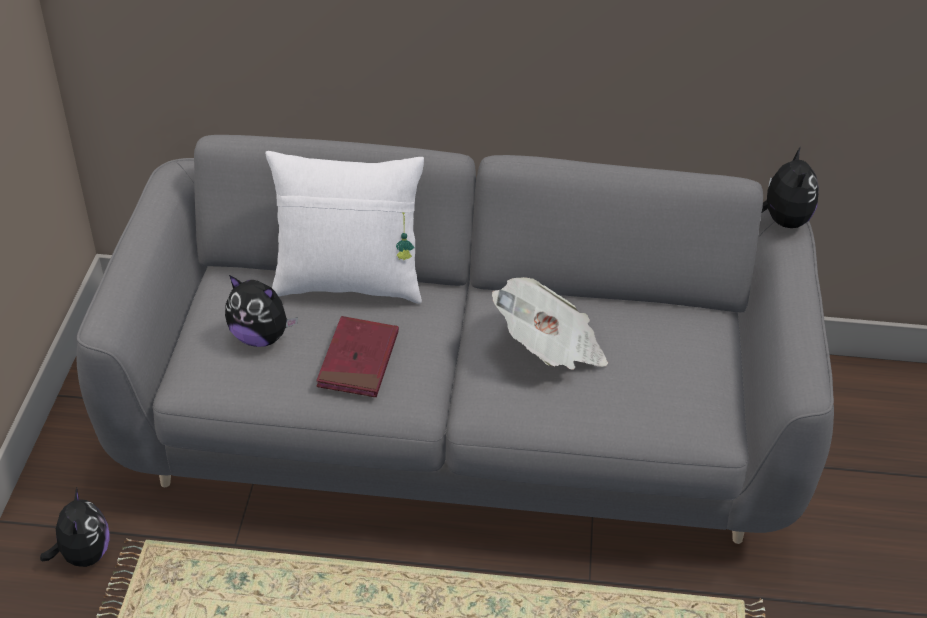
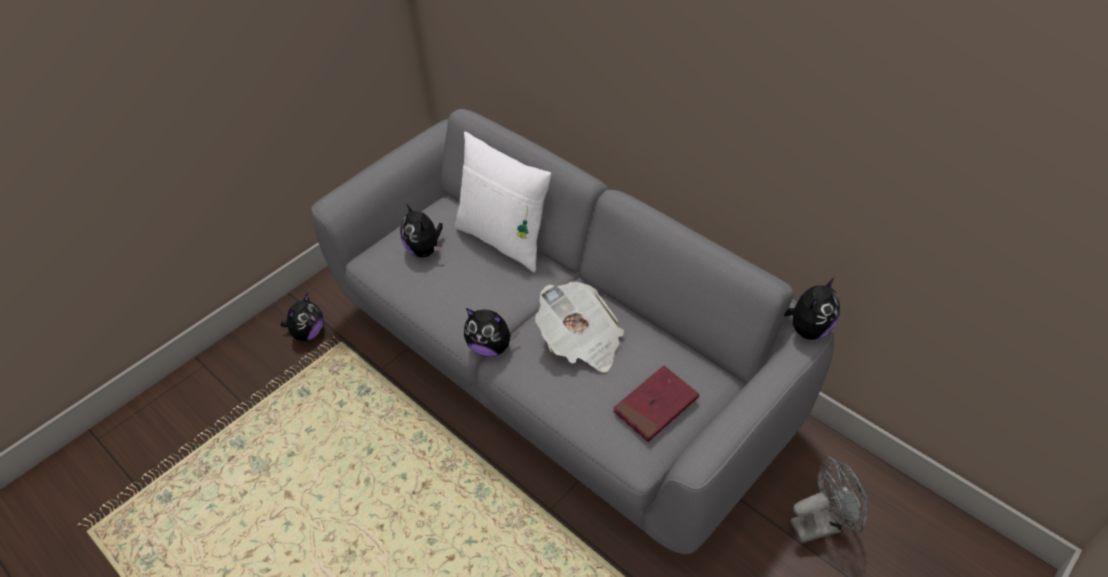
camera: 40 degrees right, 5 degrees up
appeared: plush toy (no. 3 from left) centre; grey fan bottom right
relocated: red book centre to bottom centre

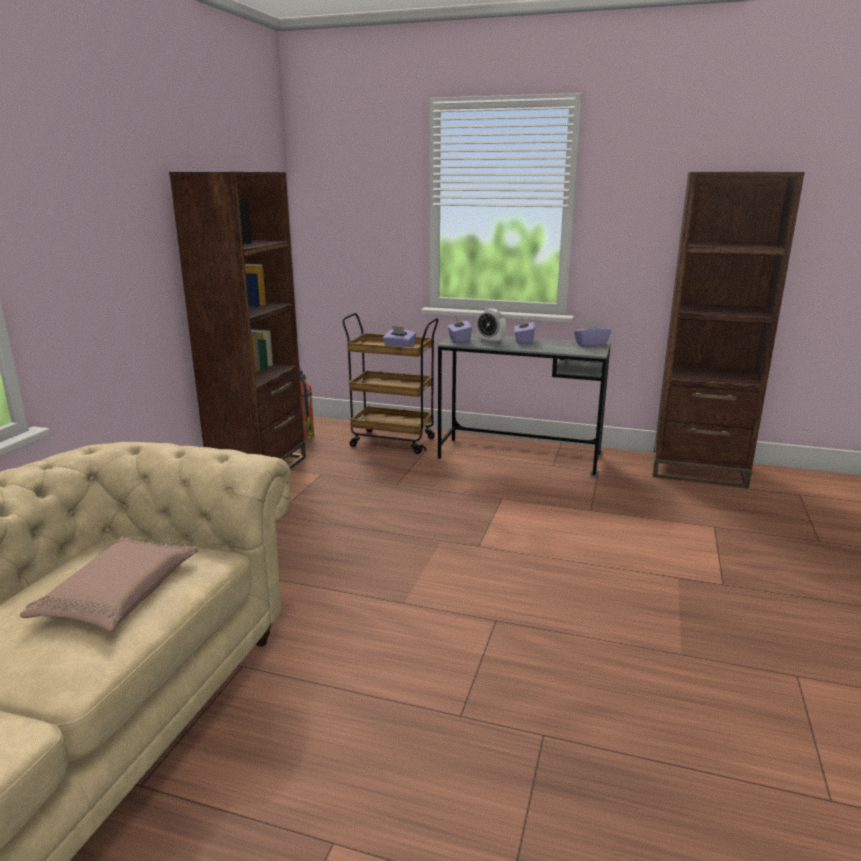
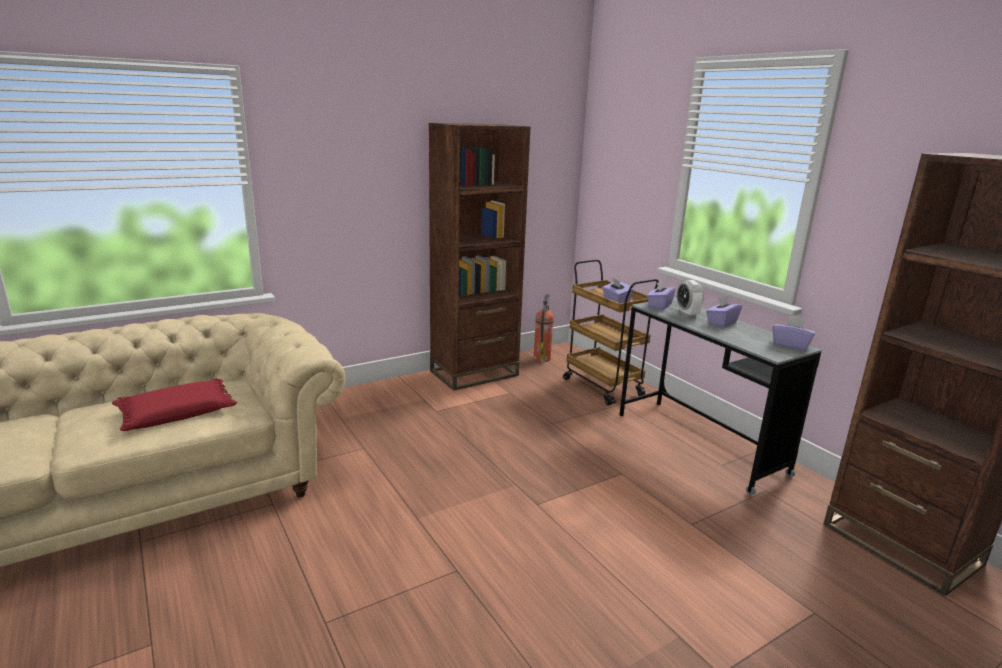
camera: 40 degrees right, 0 degrees up
colour: beige pillow bottom left to red pillow middle left

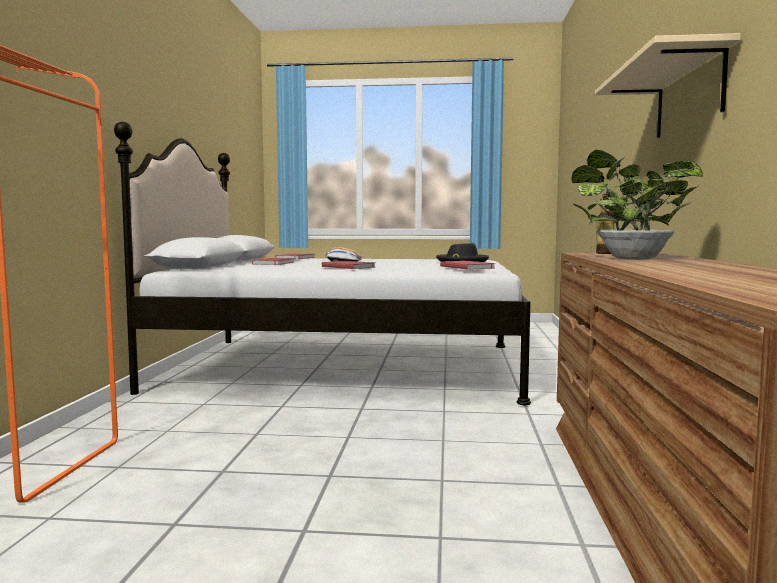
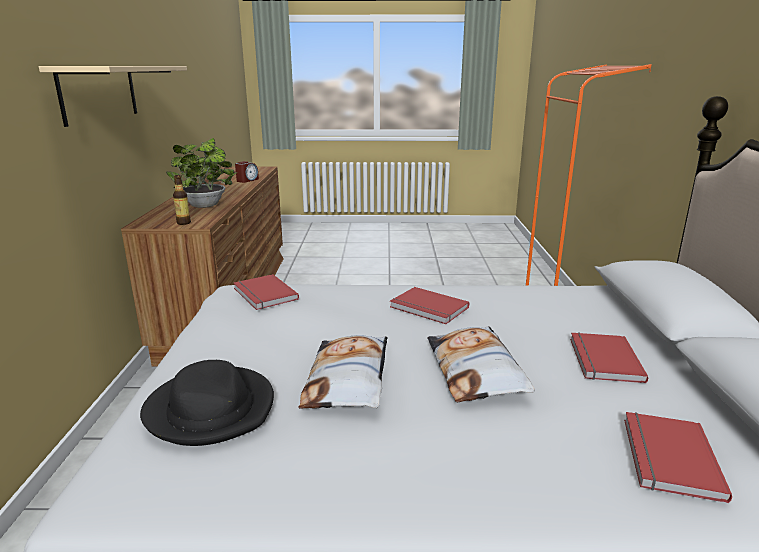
camera: 175 degrees right, 15 degrees up
appeared: alarm clock top left; pillow (no. 1 from left) bottom centre

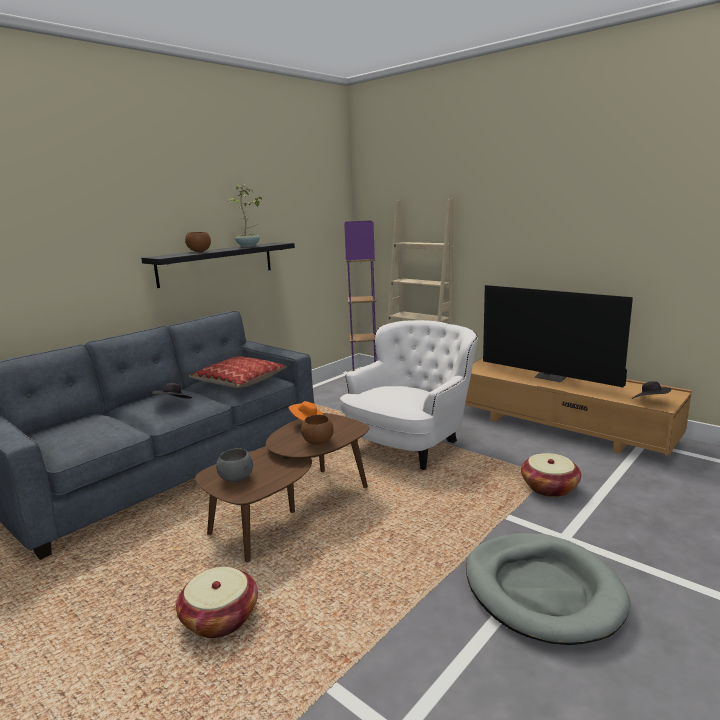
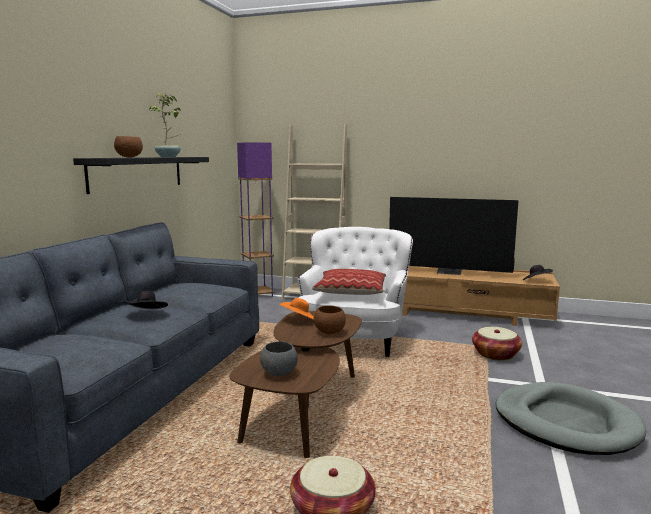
camera: 25 degrees left, 5 degrees down
relocated: pillow middle left to centre

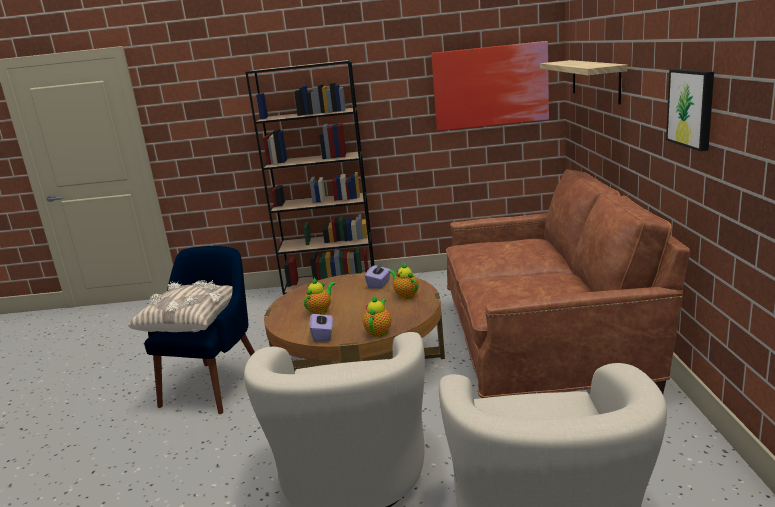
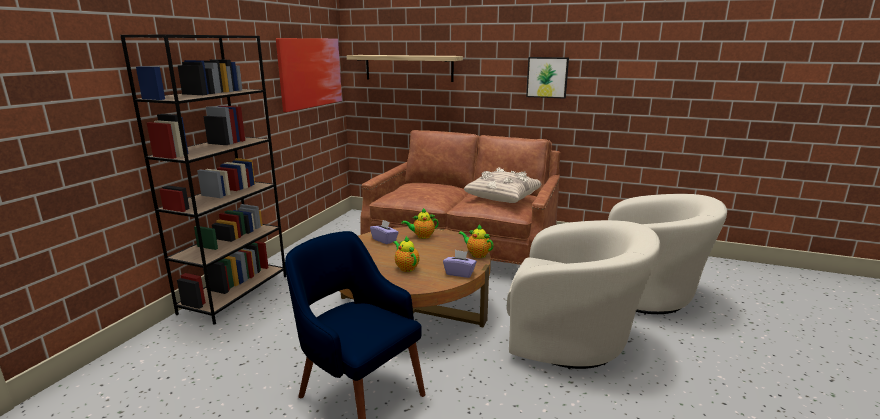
camera: 70 degrees left, 0 degrees up
relocated: beige pillow middle left to centre

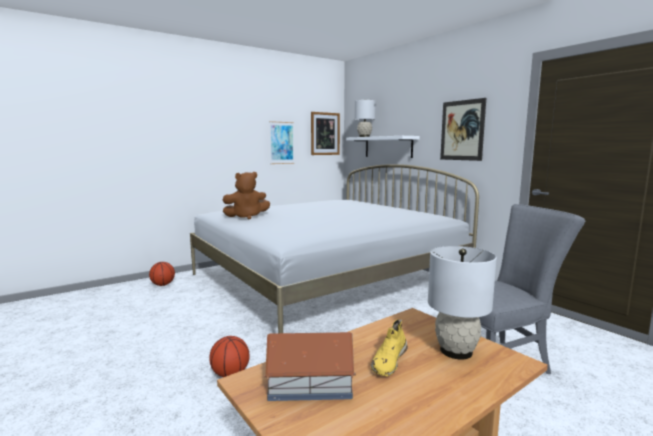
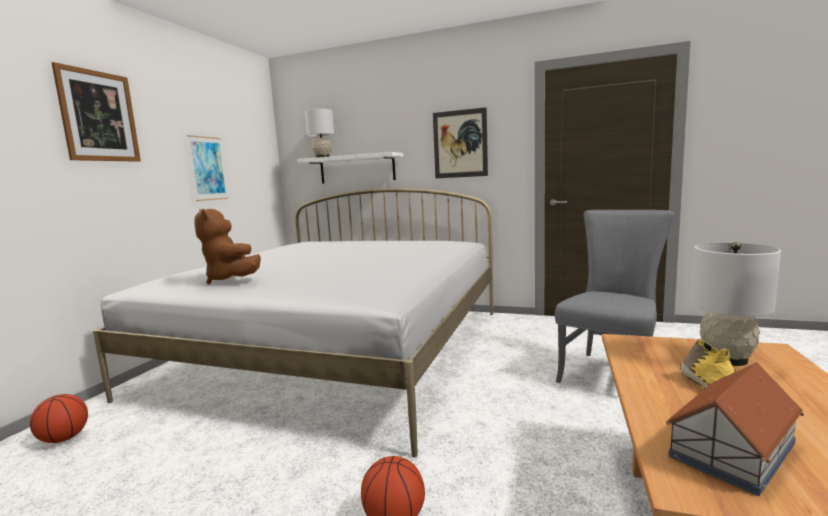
camera: 35 degrees left, 0 degrees up
relocated: picture (no. 2 from left in the first image) top centre to picture (no. 1 from left) top left
spun: brown plush toy centre = middle left 105 degrees clockwise

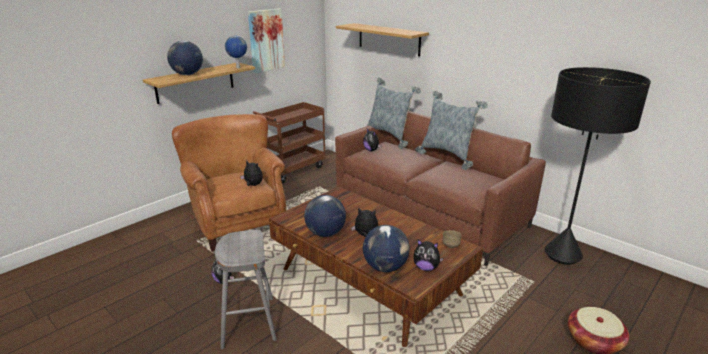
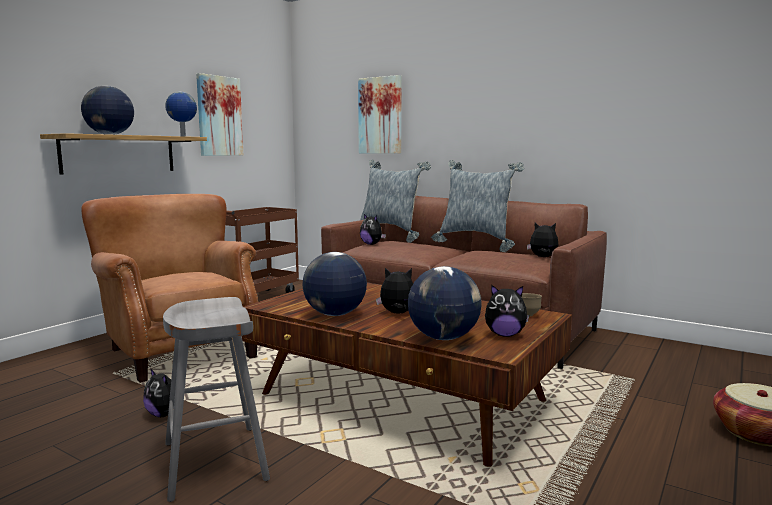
camera: 10 degrees left, 15 degrees down
missing: black floor lamp middle right
relocated: plush toy (no. 2 from left in the first image) centre to plush toy (no. 5 from left) middle right
exchanged: shelf (no. 2 from left) top centre to picture (no. 2 from left) top centre

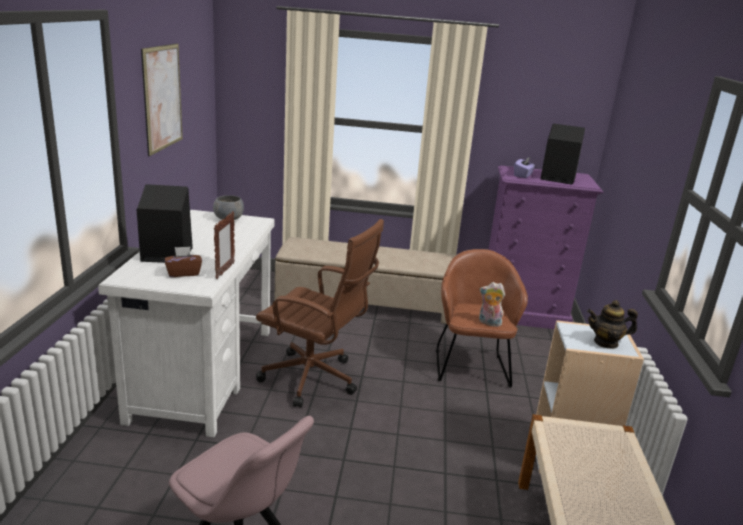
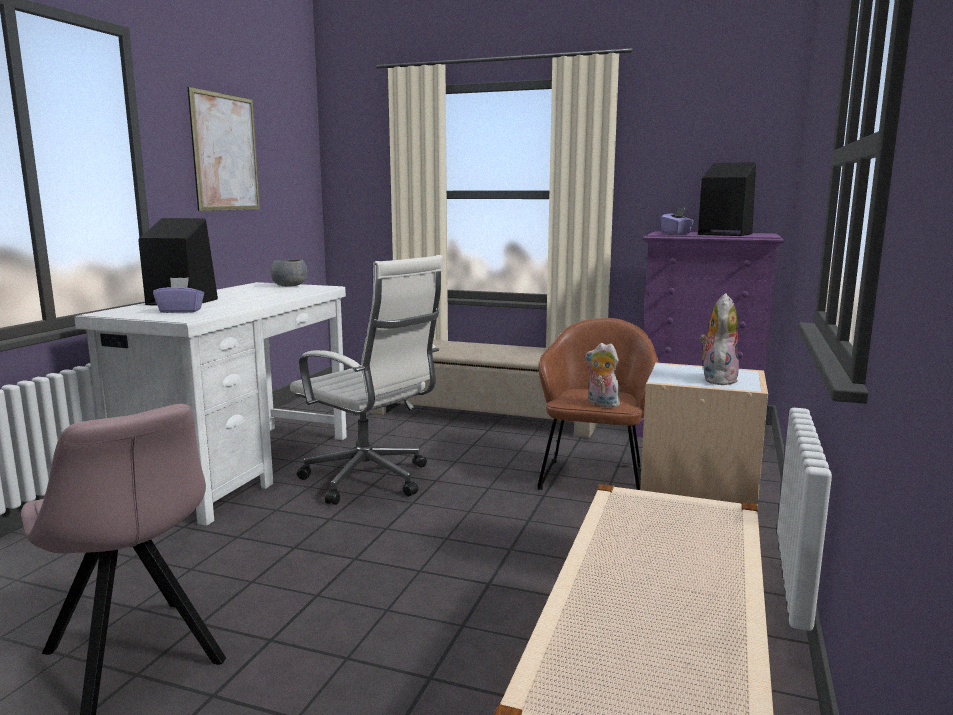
camera: 15 degrees right, 10 degrees down
missing: picture frame middle left
exchanged: teapot middle right to plush toy (no. 2 from left) middle right
colour: brown tissue box middle left to purple tissue box (no. 1 from left) middle left; brown office chair centre to white office chair centre

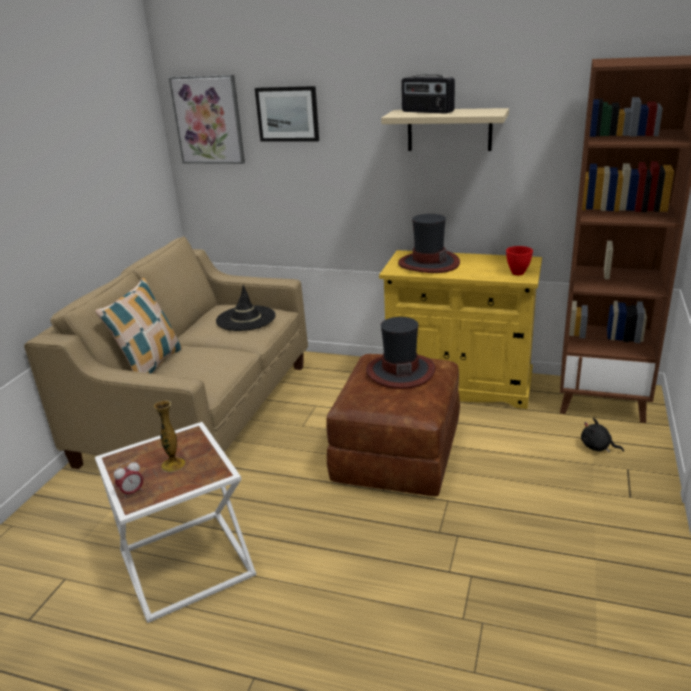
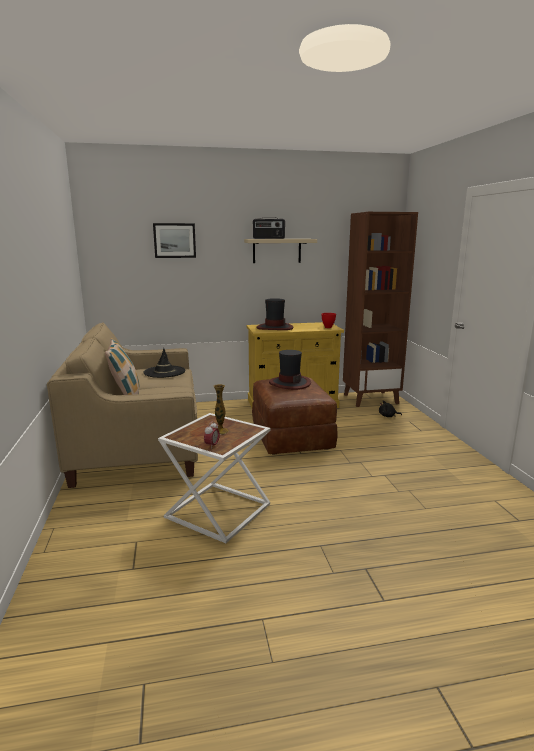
camera: 30 degrees left, 10 degrees down
missing: picture (no. 1 from left) top left

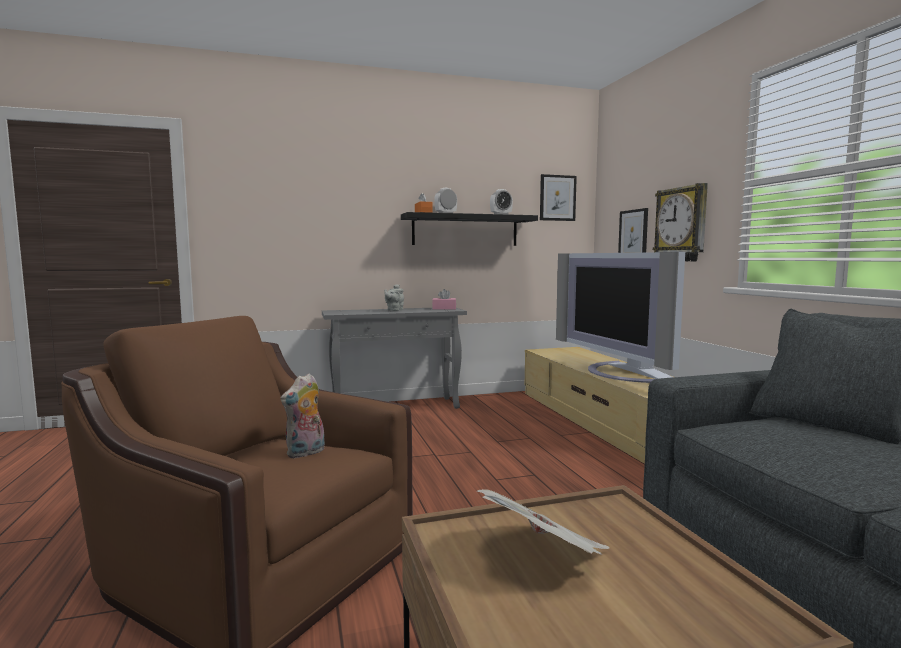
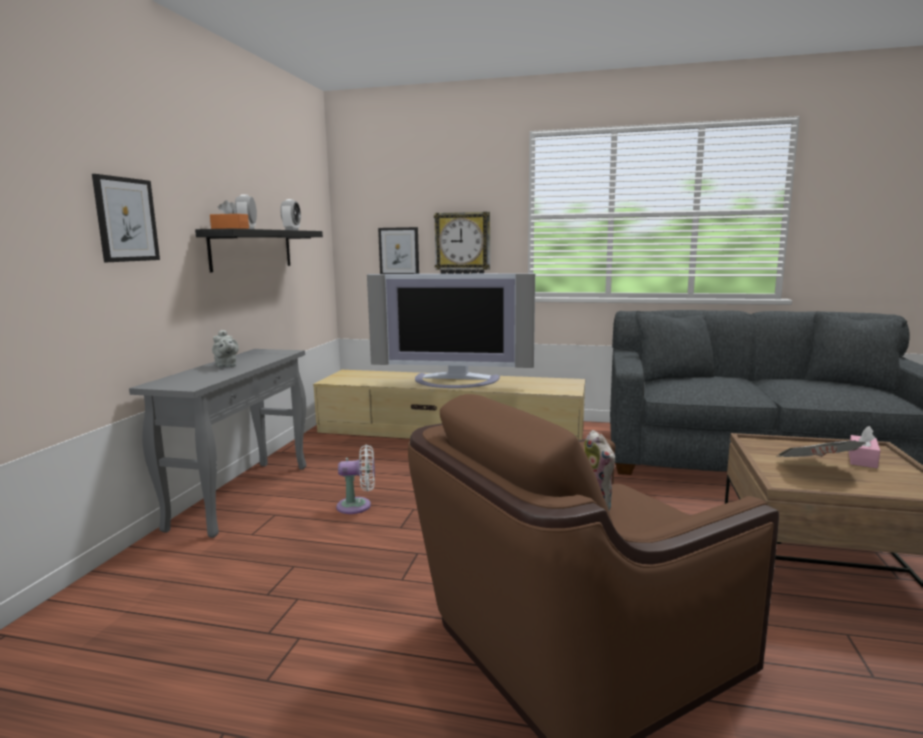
camera: 60 degrees left, 5 degrees up
appeared: white fan centre
relocated: picture (no. 1 from left) top centre to top left; pink tissue box centre to middle right

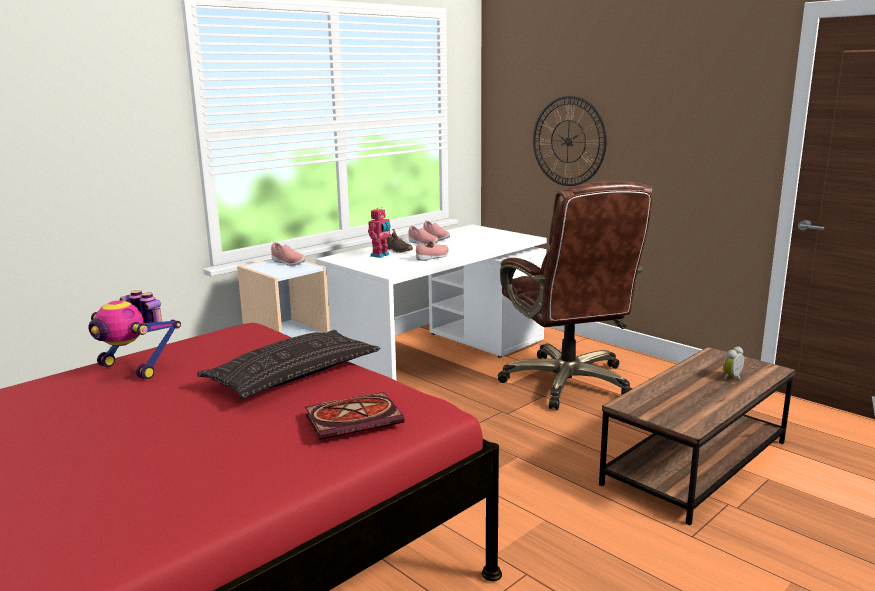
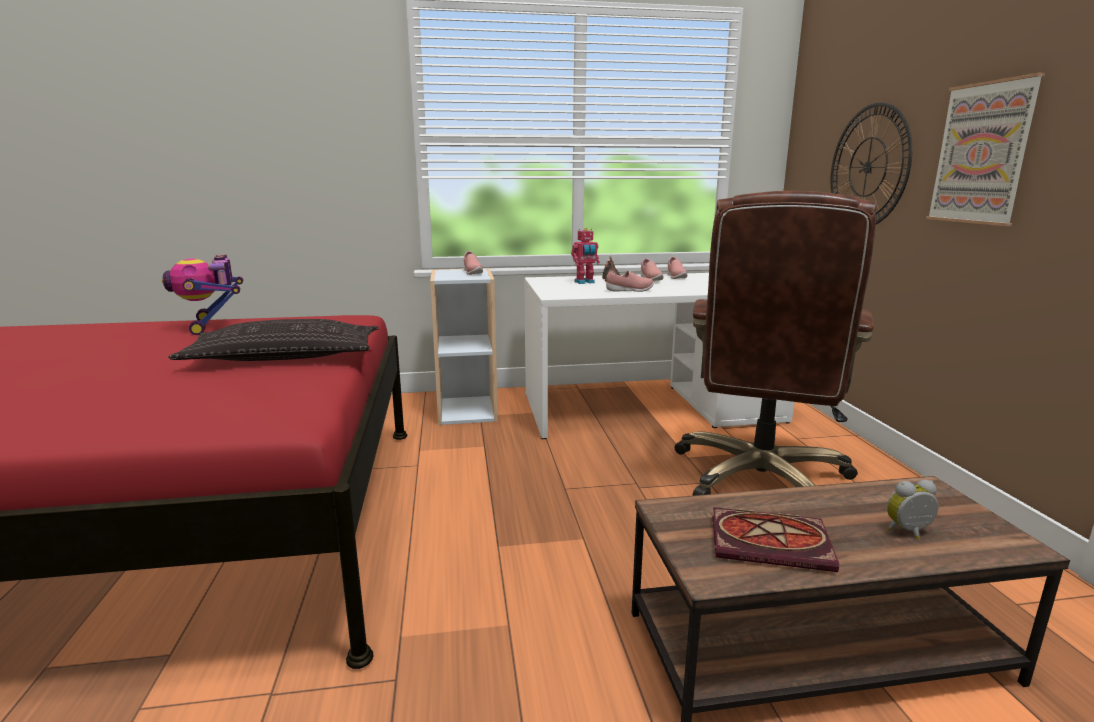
camera: 35 degrees right, 0 degrees up
appeared: picture top right
relocated: book bottom centre to bottom right

